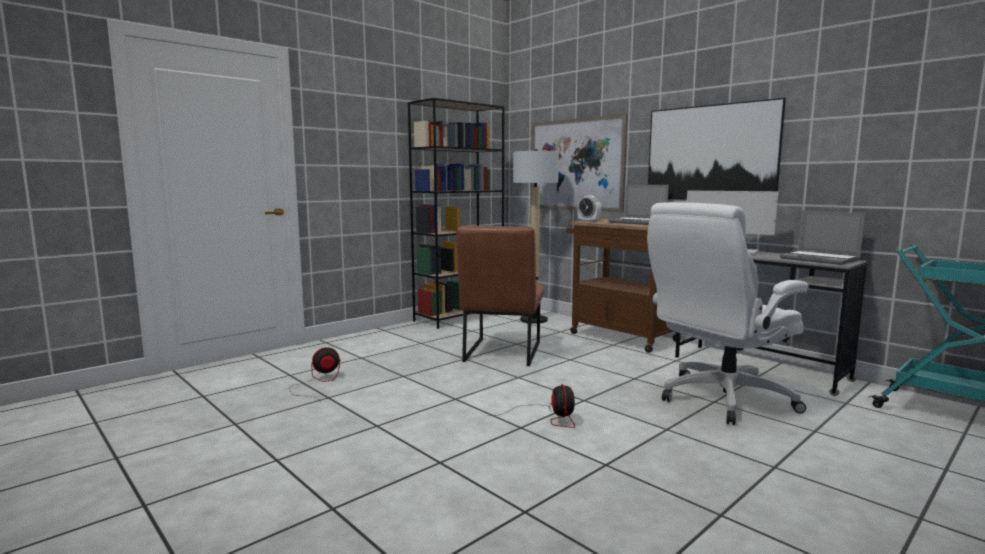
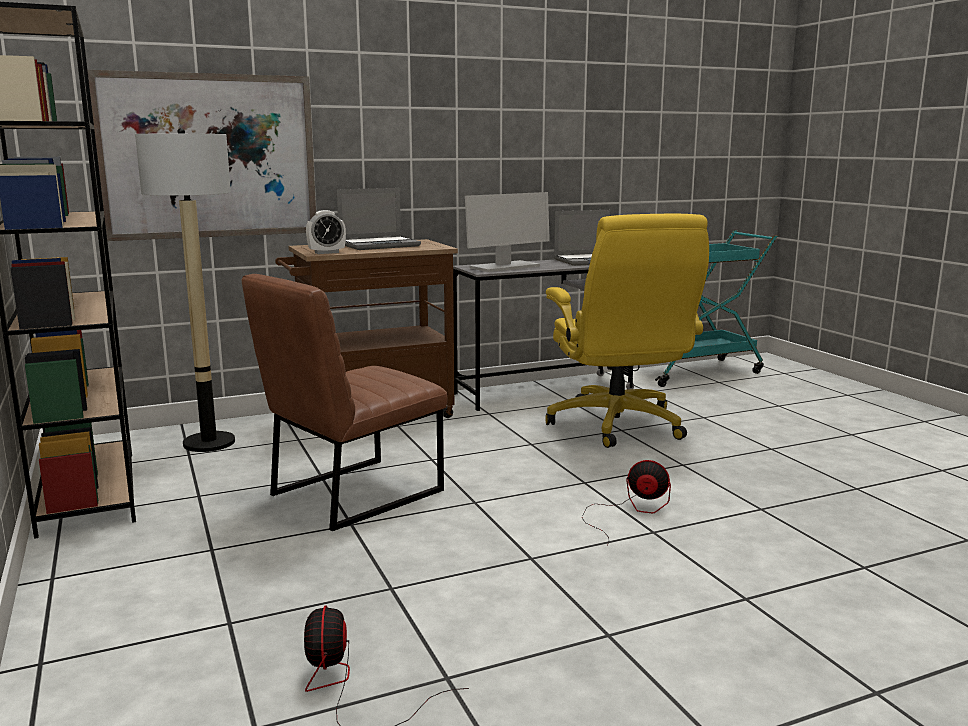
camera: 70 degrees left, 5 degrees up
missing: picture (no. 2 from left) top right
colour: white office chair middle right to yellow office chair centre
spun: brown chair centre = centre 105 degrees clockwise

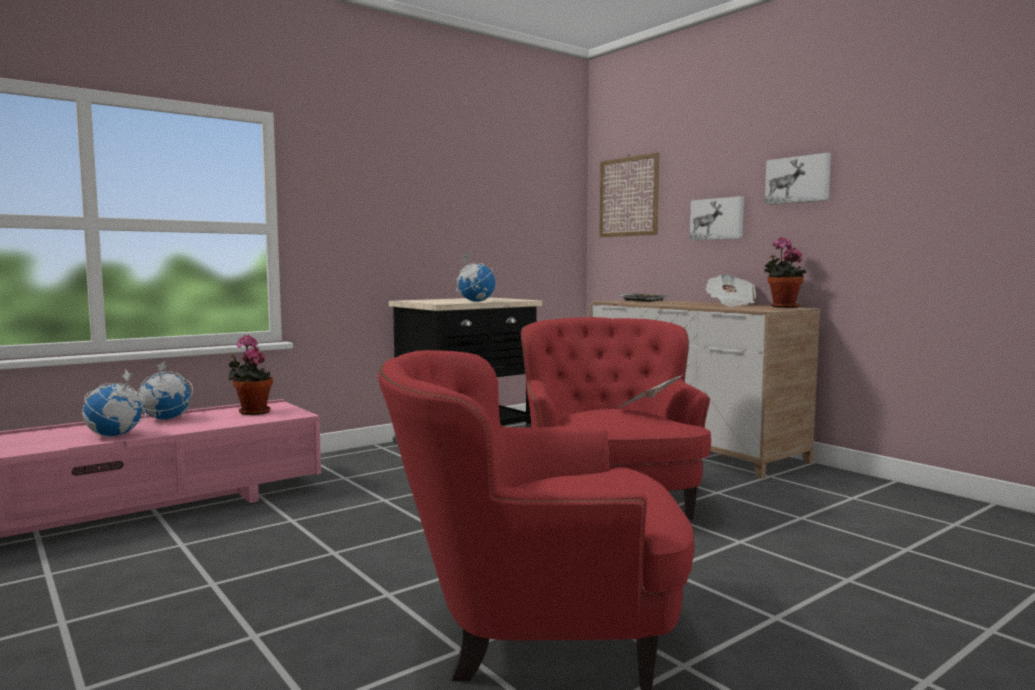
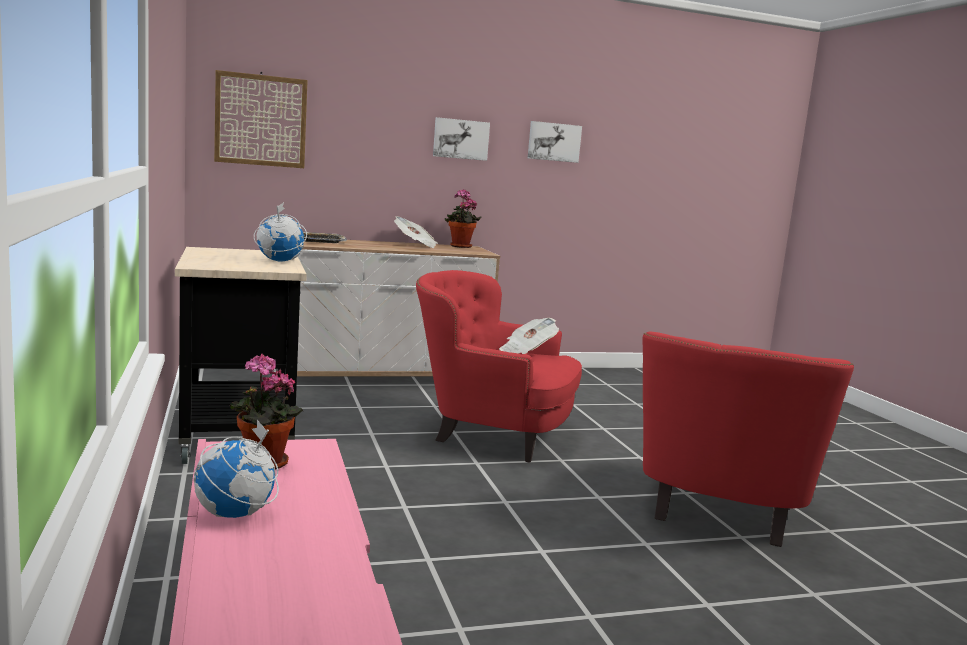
camera: 70 degrees left, 5 degrees up
missing: globe (no. 1 from left) middle left
relocated: picture (no. 2 from left in the first image) top right to picture (no. 3 from left) top centre

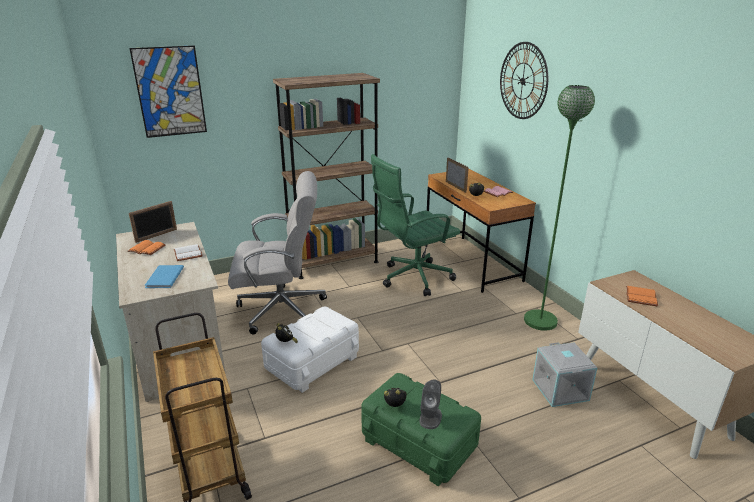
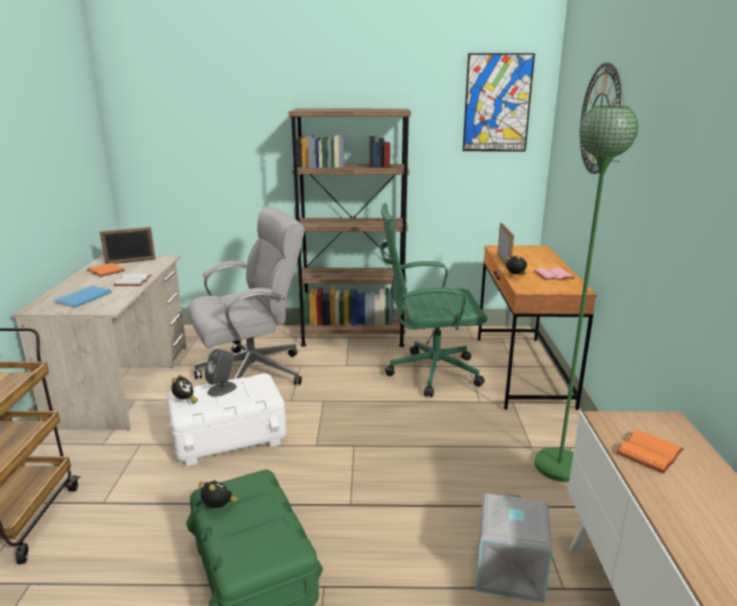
camera: 25 degrees right, 5 degrees down
relocated: grey speaker bottom centre to middle left; picture top left to top right
spun: grey office chair centre = centre 45 degrees counterclockwise

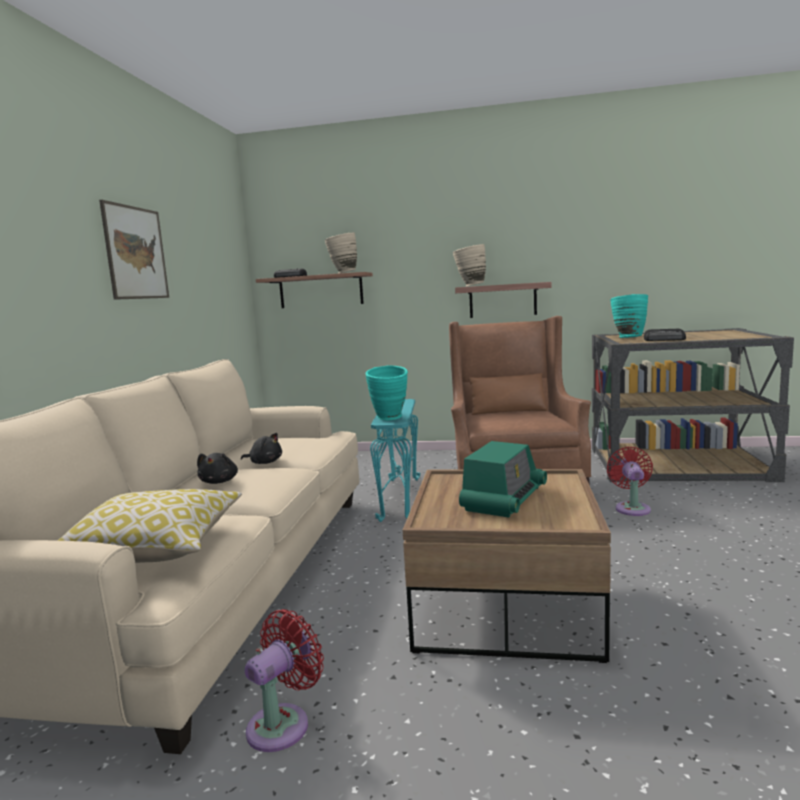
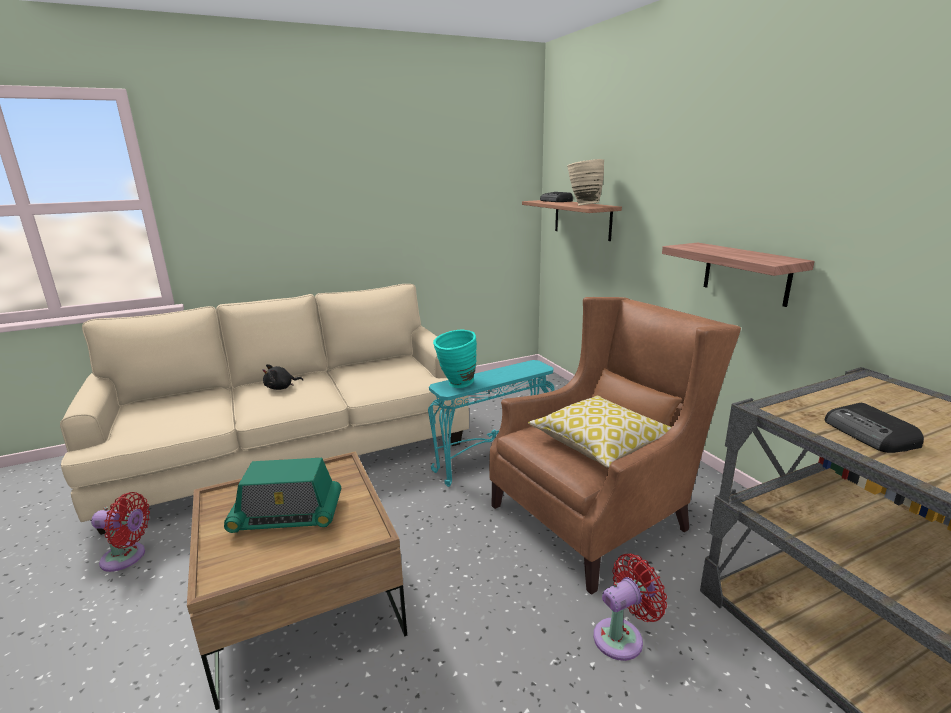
camera: 55 degrees right, 10 degrees up
missing: picture top left; black plush toy (no. 2 from left) middle left; beige vase (no. 2 from left) top centre; turquoise vase (no. 2 from left) middle right
relocated: pillow middle left to centre

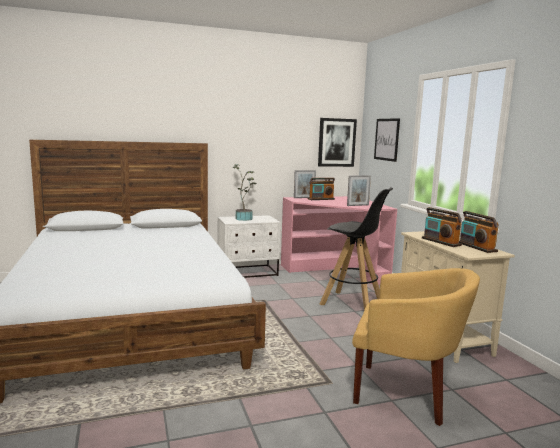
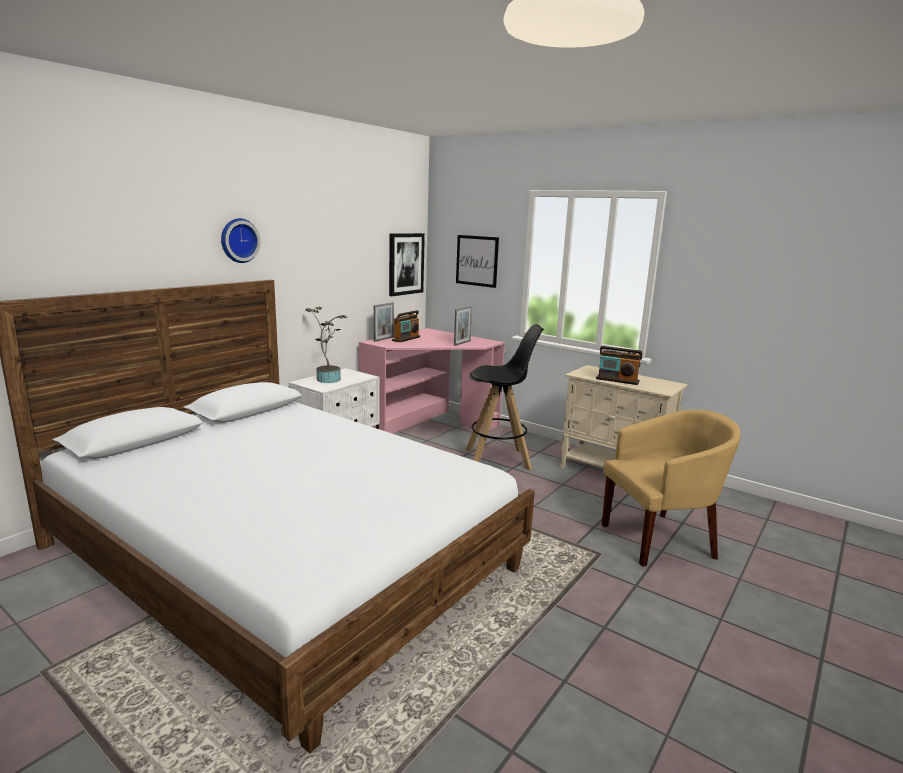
camera: 35 degrees left, 5 degrees up
missing: radio (no. 3 from left) middle right
appeared: wall clock top left

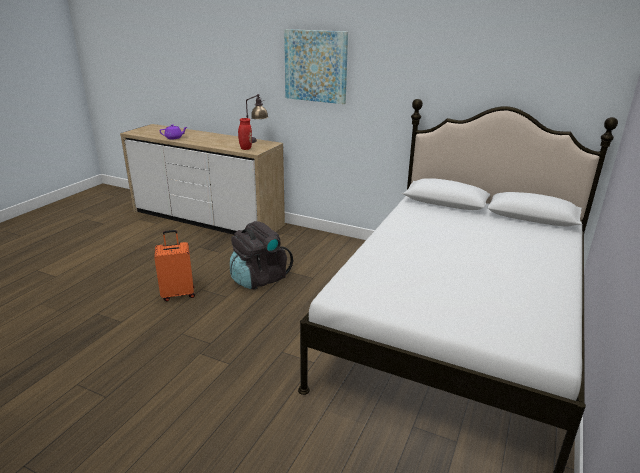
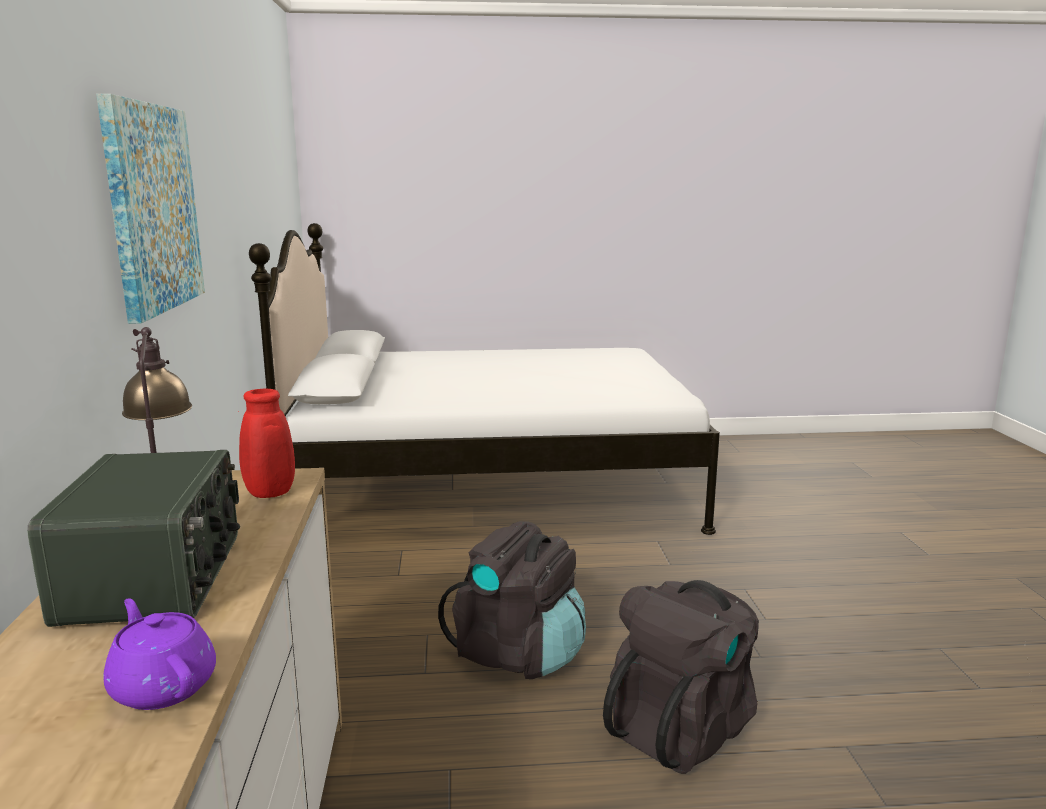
camera: 120 degrees left, 10 degrees down
appeared: radio middle left
exchanged: orange suitcase middle left to black backpack (no. 2 from left) bottom centre

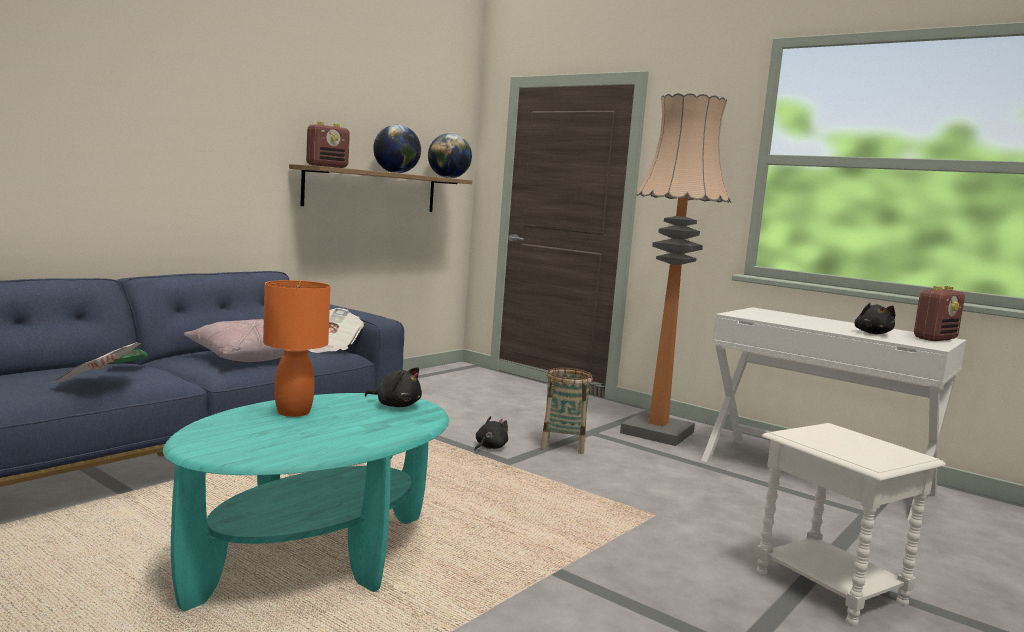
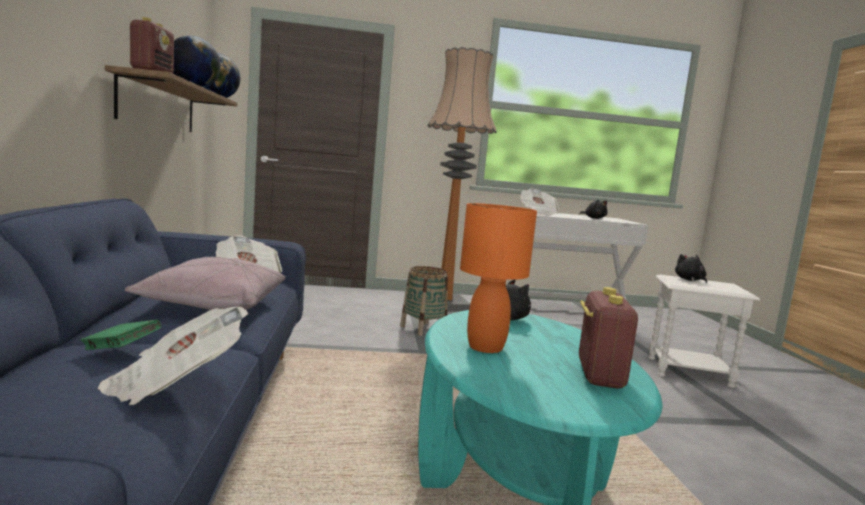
camera: 45 degrees left, 0 degrees up
appeared: newspaper (no. 3 from left) centre
relocated: radio (no. 2 from left) middle right to bottom right; black plush toy (no. 2 from left in the first image) bottom centre to black plush toy (no. 3 from left) middle right

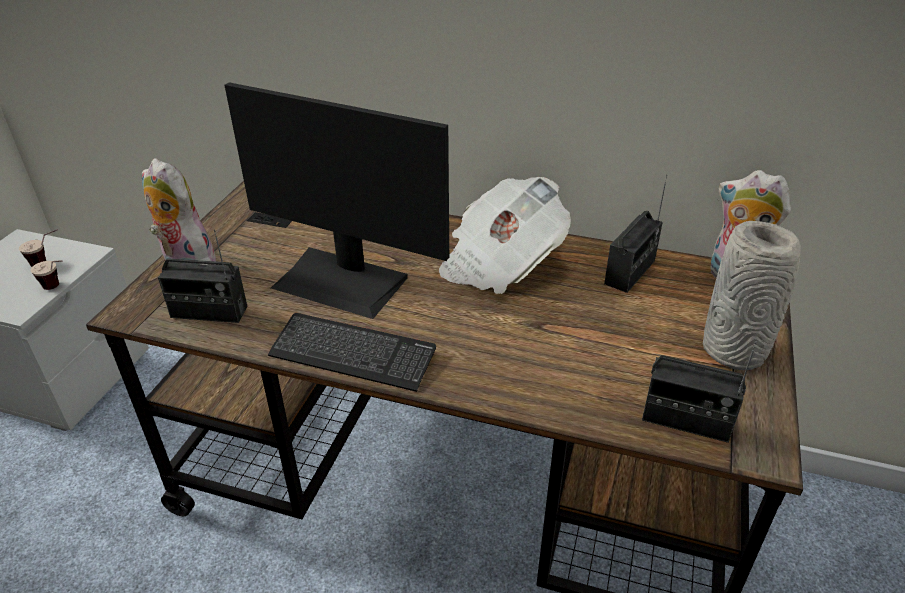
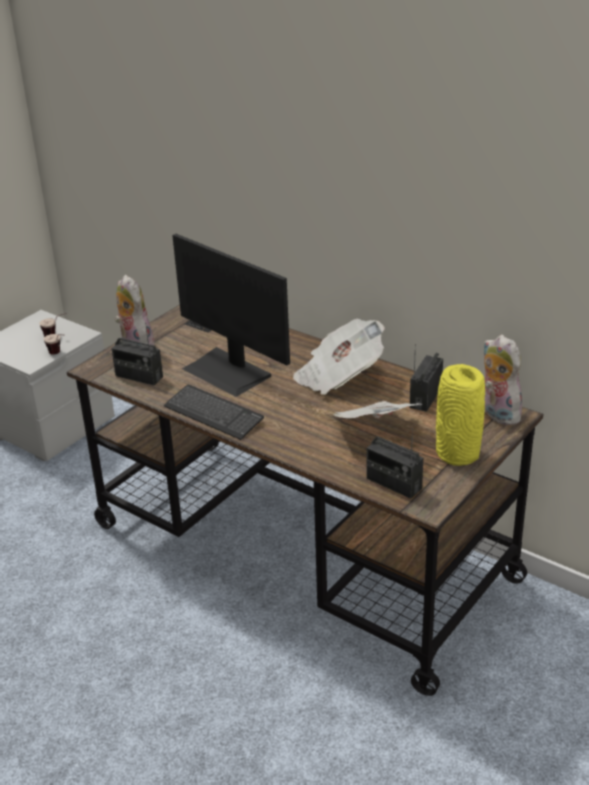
camera: 20 degrees right, 5 degrees down
appeared: newspaper (no. 2 from left) centre
colour: grey vase middle right to yellow vase middle right
spun: radio (no. 2 from left in the first image) middle right = middle right 150 degrees clockwise

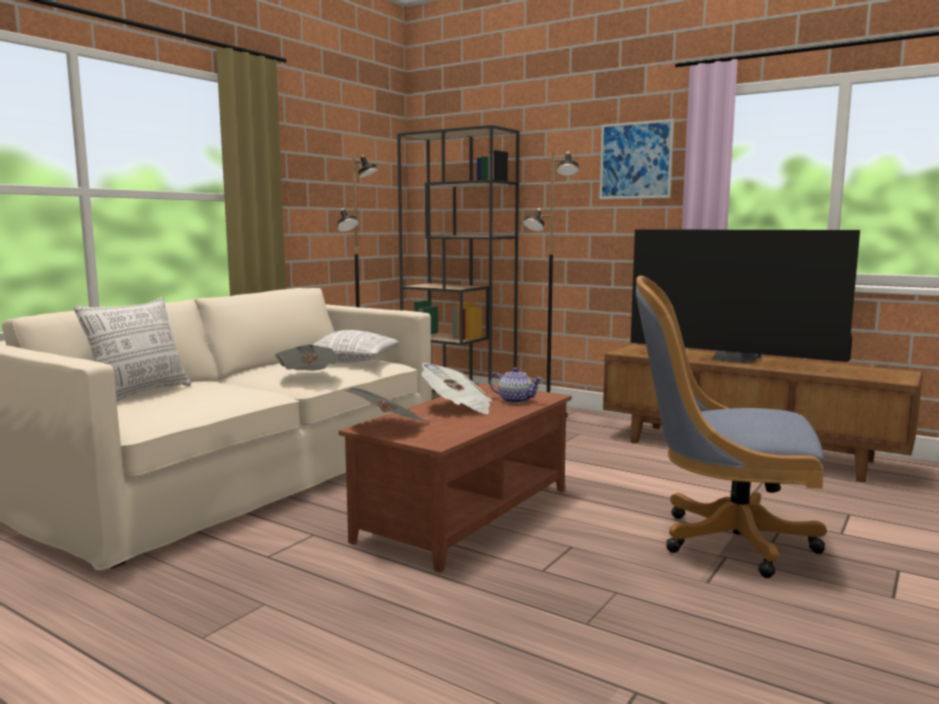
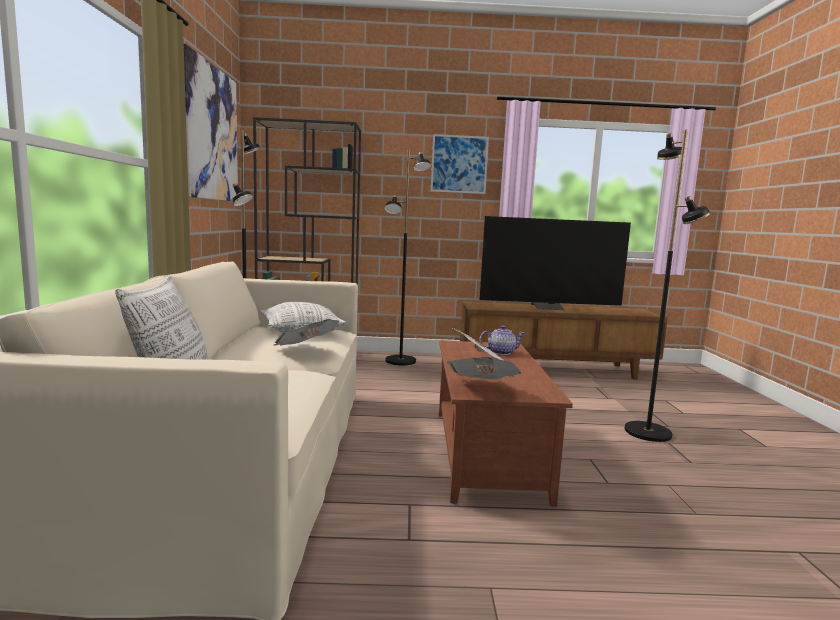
camera: 35 degrees left, 0 degrees up
appeared: picture (no. 1 from left) top left
exchanged: blue office chair middle right to black floor lamp (no. 3 from left) middle right

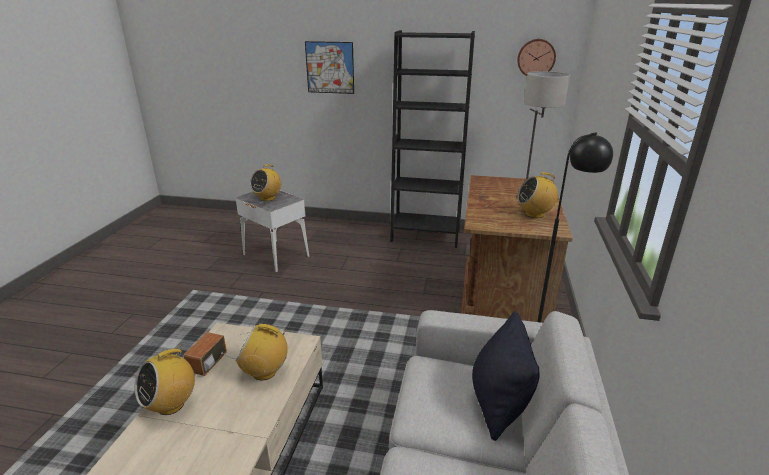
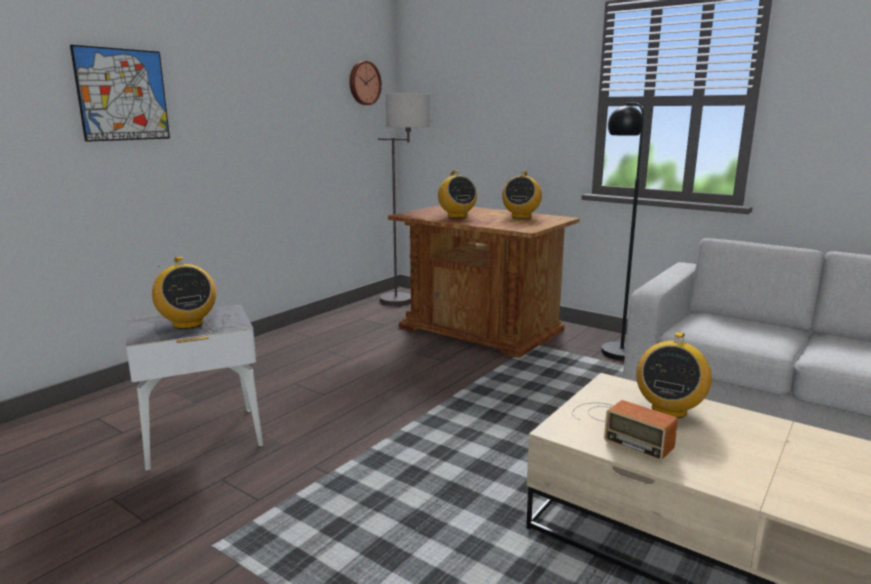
camera: 65 degrees left, 10 degrees down
missing: black bookcase top centre; black pillow bottom centre
relocated: radio (no. 1 from left in the first image) bottom left to radio (no. 2 from left) top centre

